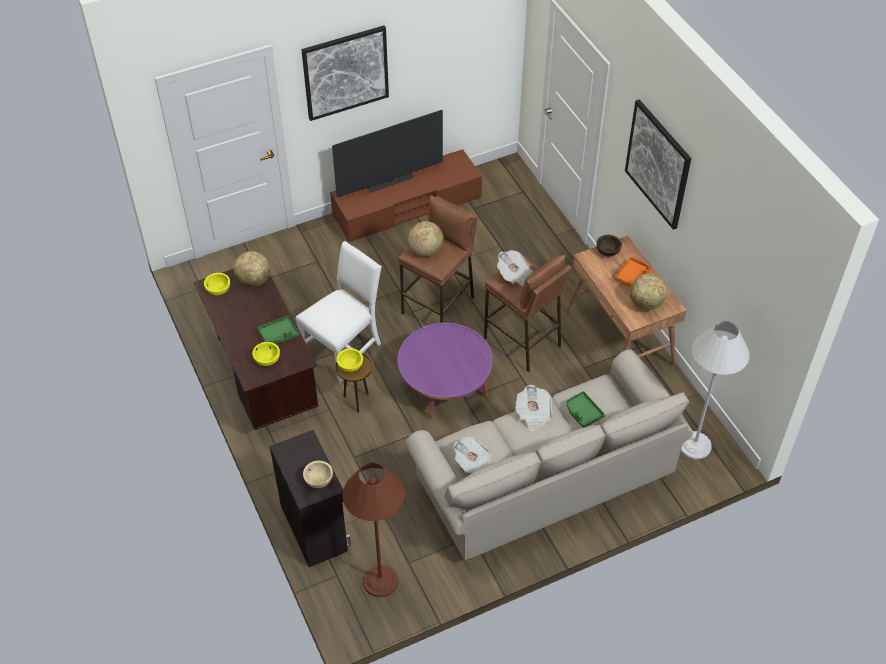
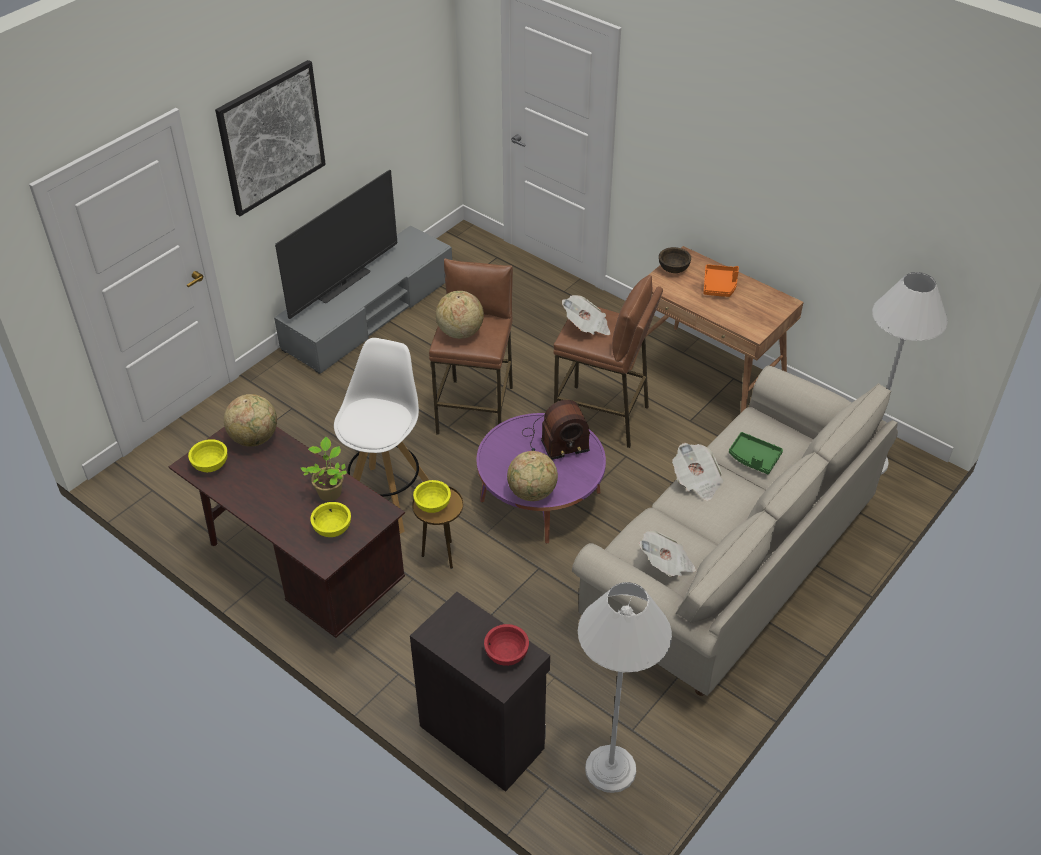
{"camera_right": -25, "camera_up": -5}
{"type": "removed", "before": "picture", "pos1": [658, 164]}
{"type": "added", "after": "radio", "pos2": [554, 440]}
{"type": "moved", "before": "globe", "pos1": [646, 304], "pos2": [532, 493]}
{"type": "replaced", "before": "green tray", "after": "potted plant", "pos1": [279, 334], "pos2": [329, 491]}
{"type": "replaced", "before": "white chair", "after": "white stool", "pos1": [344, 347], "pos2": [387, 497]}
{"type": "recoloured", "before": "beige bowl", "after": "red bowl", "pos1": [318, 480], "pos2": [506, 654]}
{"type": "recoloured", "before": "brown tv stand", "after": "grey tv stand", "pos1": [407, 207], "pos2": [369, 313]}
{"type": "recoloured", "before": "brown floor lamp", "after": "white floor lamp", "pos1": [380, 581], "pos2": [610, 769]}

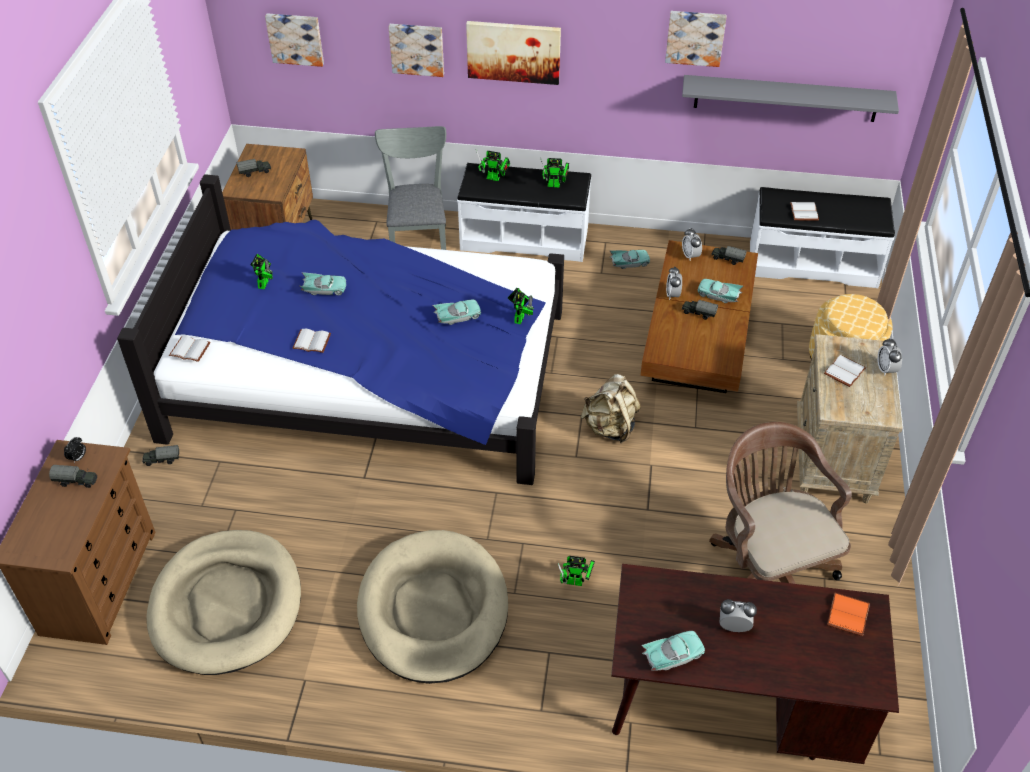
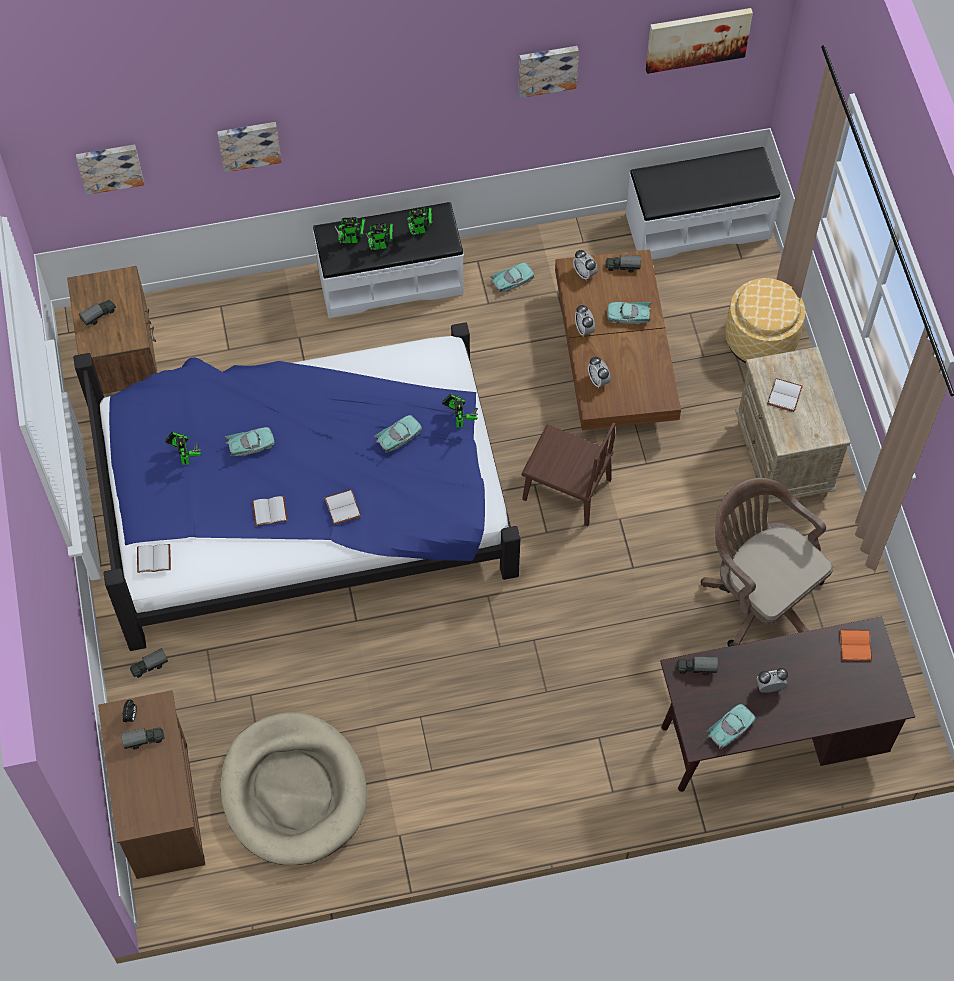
{"camera_right": -20, "camera_up": 15}
{"type": "removed", "before": "beige dog bed", "pos1": [433, 610]}
{"type": "removed", "before": "grey chair", "pos1": [418, 243]}
{"type": "removed", "before": "grey shelf", "pos1": [786, 98]}
{"type": "moved", "before": "picture", "pos1": [513, 51], "pos2": [697, 38]}
{"type": "moved", "before": "toy robot", "pos1": [577, 582], "pos2": [382, 246]}
{"type": "moved", "before": "toy truck", "pos1": [698, 313], "pos2": [696, 668]}
{"type": "moved", "before": "white book", "pos1": [805, 212], "pos2": [344, 508]}
{"type": "moved", "before": "alarm clock", "pos1": [886, 369], "pos2": [598, 380]}
{"type": "replaced", "before": "beige backpack", "after": "brown chair", "pos1": [610, 427], "pos2": [566, 489]}

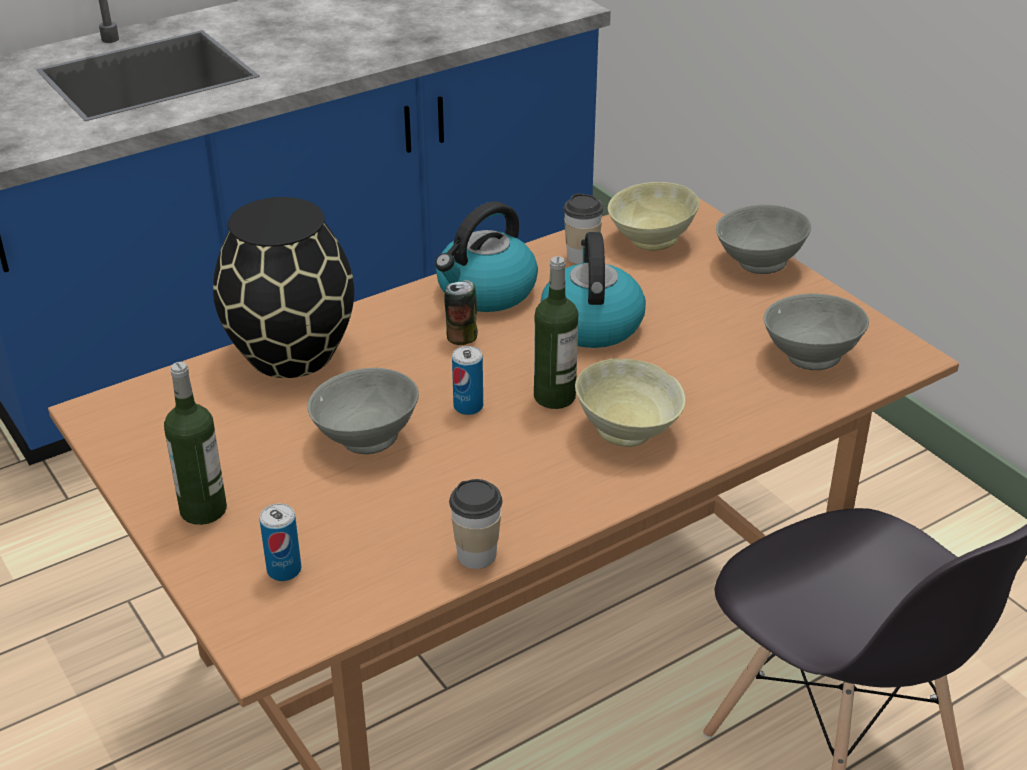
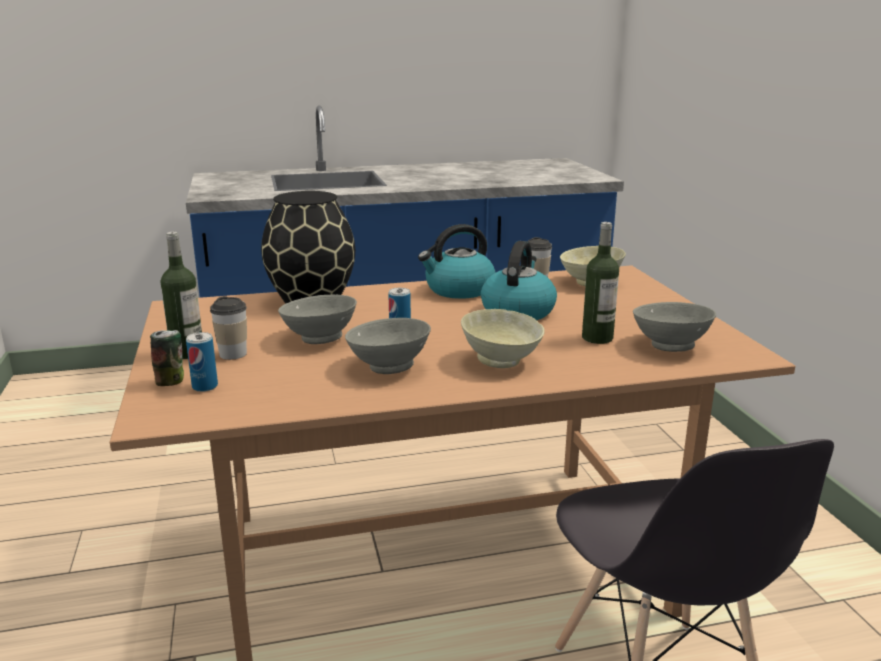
{"camera_right": 20, "camera_up": -15}
{"type": "moved", "before": "can", "pos1": [462, 337], "pos2": [171, 382]}
{"type": "moved", "before": "cup", "pos1": [476, 555], "pos2": [233, 354]}
{"type": "moved", "before": "bottle", "pos1": [554, 397], "pos2": [597, 338]}
{"type": "moved", "before": "grey bowl", "pos1": [758, 262], "pos2": [388, 366]}

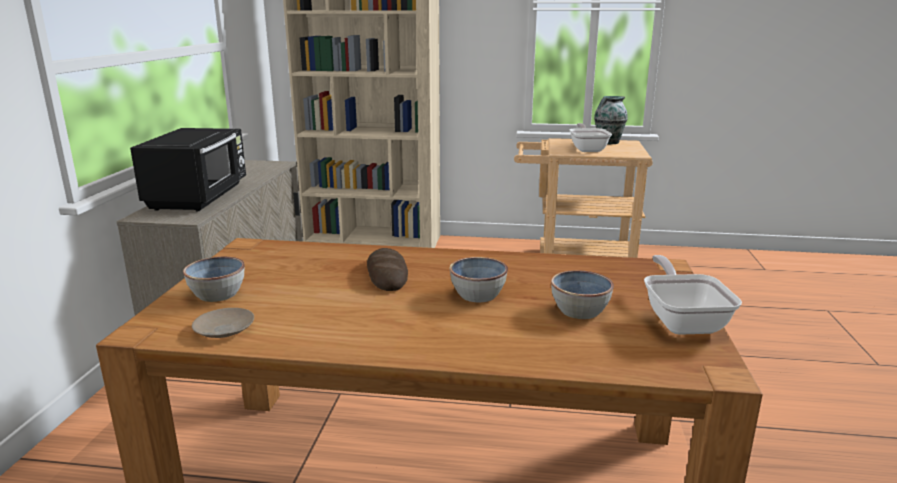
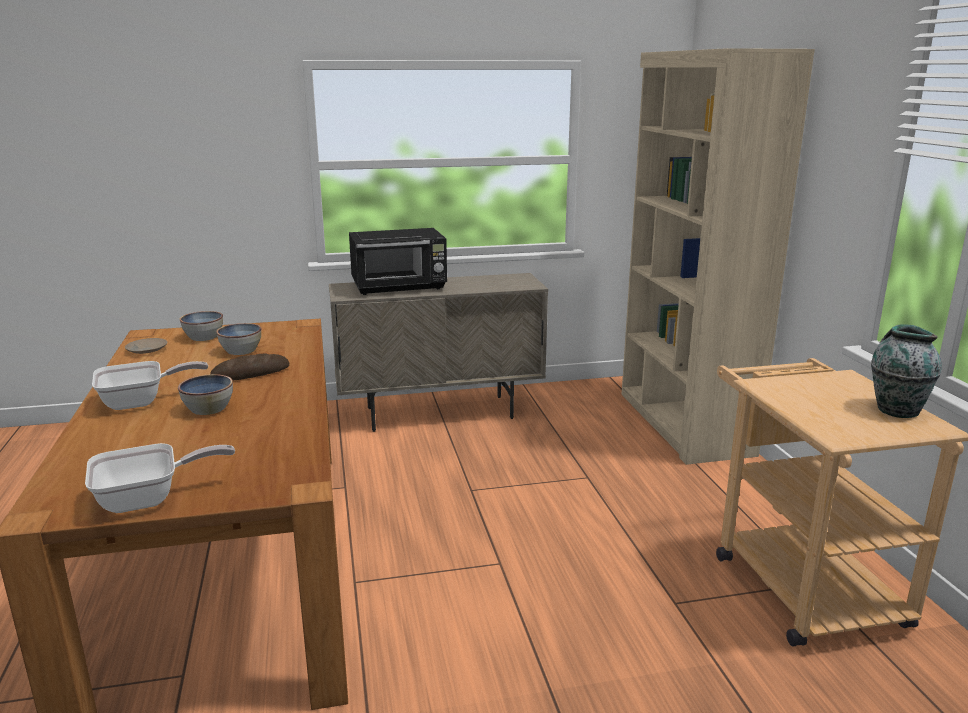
{"camera_right": 70, "camera_up": 0}
{"type": "moved", "before": "bowl", "pos1": [579, 311], "pos2": [241, 350]}
{"type": "moved", "before": "frying pan", "pos1": [587, 149], "pos2": [141, 402]}

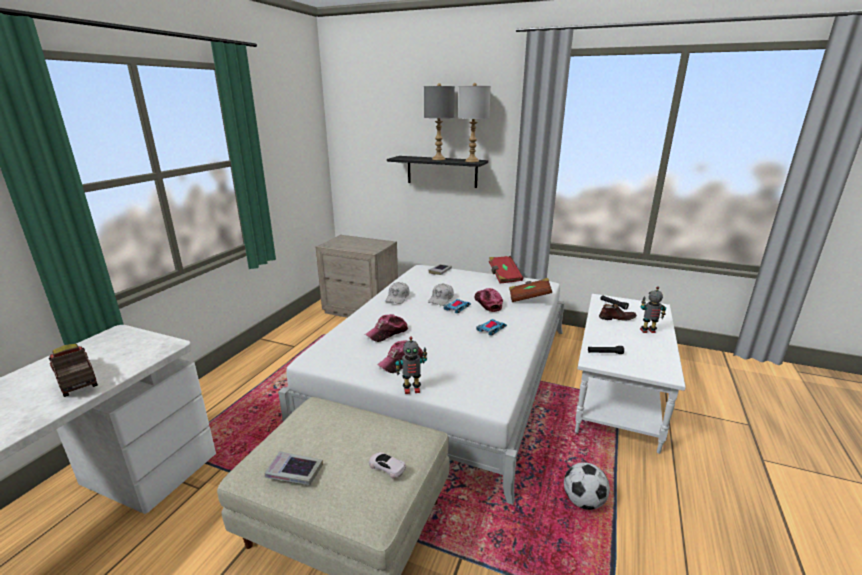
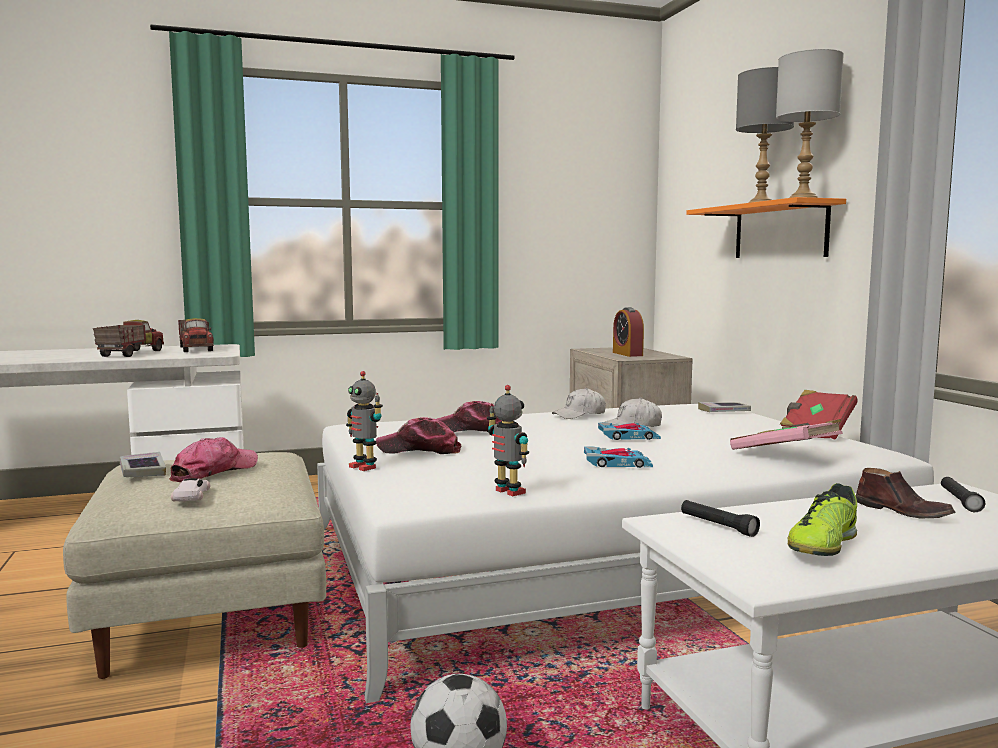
{"camera_right": 50, "camera_up": -15}
{"type": "added", "after": "toy truck", "pos2": [196, 349]}
{"type": "added", "after": "alarm clock", "pos2": [627, 354]}
{"type": "added", "after": "shoe", "pos2": [822, 546]}
{"type": "moved", "before": "cap", "pos1": [487, 303], "pos2": [214, 471]}
{"type": "moved", "before": "toy robot", "pos1": [648, 331], "pos2": [508, 492]}
{"type": "recoloured", "before": "black shelf", "after": "orange shelf", "pos1": [442, 171], "pos2": [780, 231]}
{"type": "recoloured", "before": "brown book", "after": "pink book", "pos1": [529, 298], "pos2": [785, 455]}

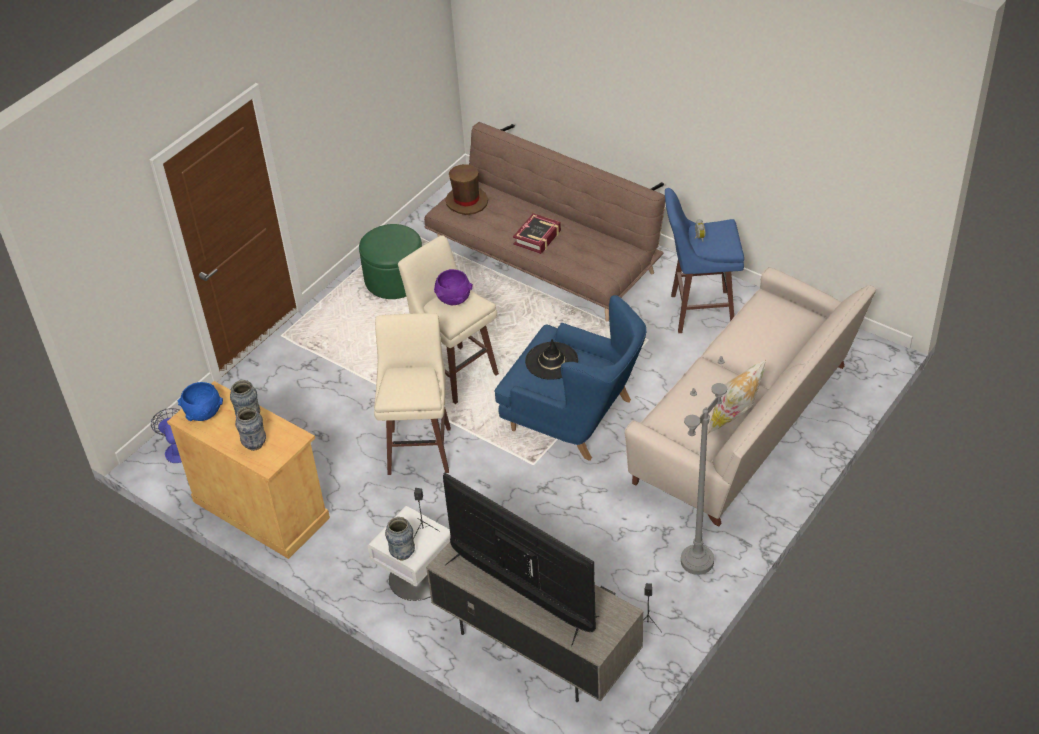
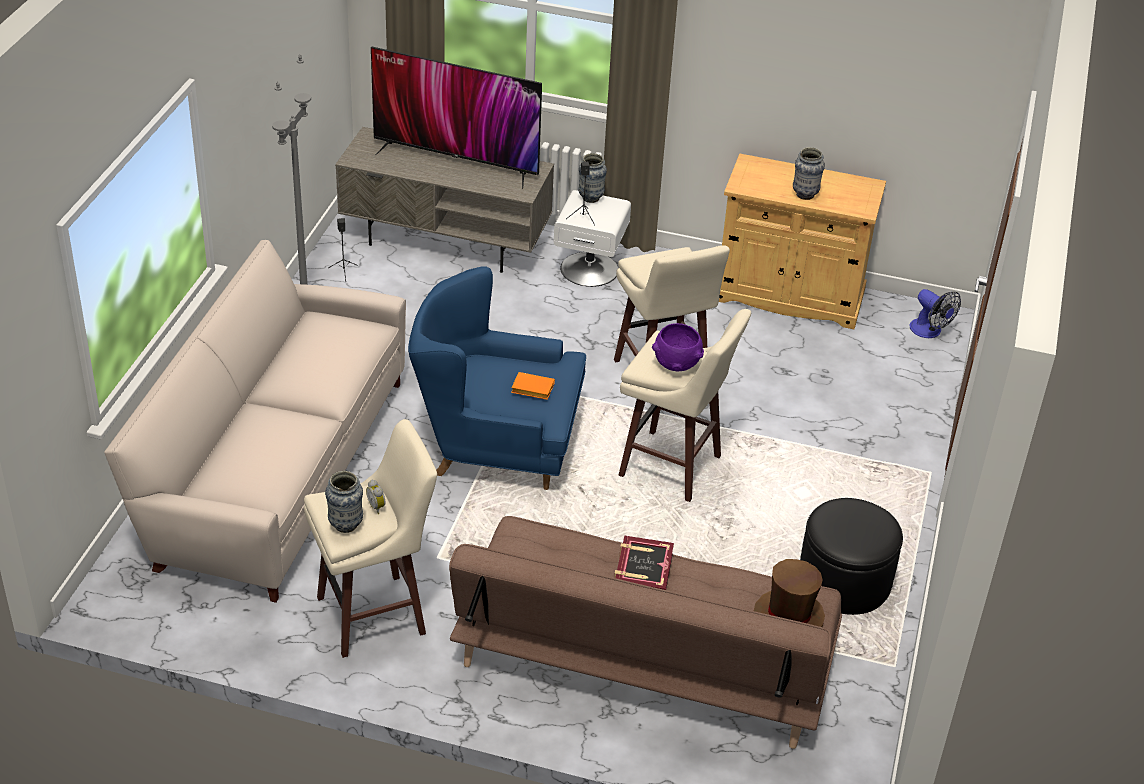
{"camera_right": 155, "camera_up": -5}
{"type": "removed", "before": "blue bowl", "pos1": [204, 413]}
{"type": "removed", "before": "pillow", "pos1": [735, 417]}
{"type": "moved", "before": "vase", "pos1": [254, 444], "pos2": [346, 525]}
{"type": "replaced", "before": "black hat", "after": "orange book", "pos1": [551, 361], "pos2": [531, 389]}
{"type": "recoloured", "before": "green ottoman", "after": "black ottoman", "pos1": [395, 279], "pos2": [844, 581]}
{"type": "recoloured", "before": "blue stool", "after": "beige stool", "pos1": [700, 311], "pos2": [375, 615]}

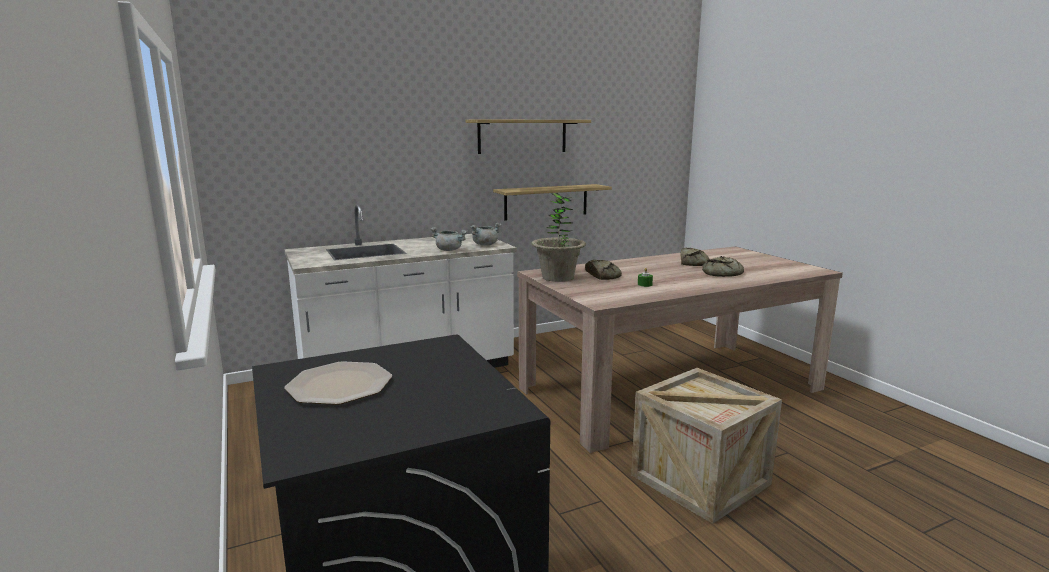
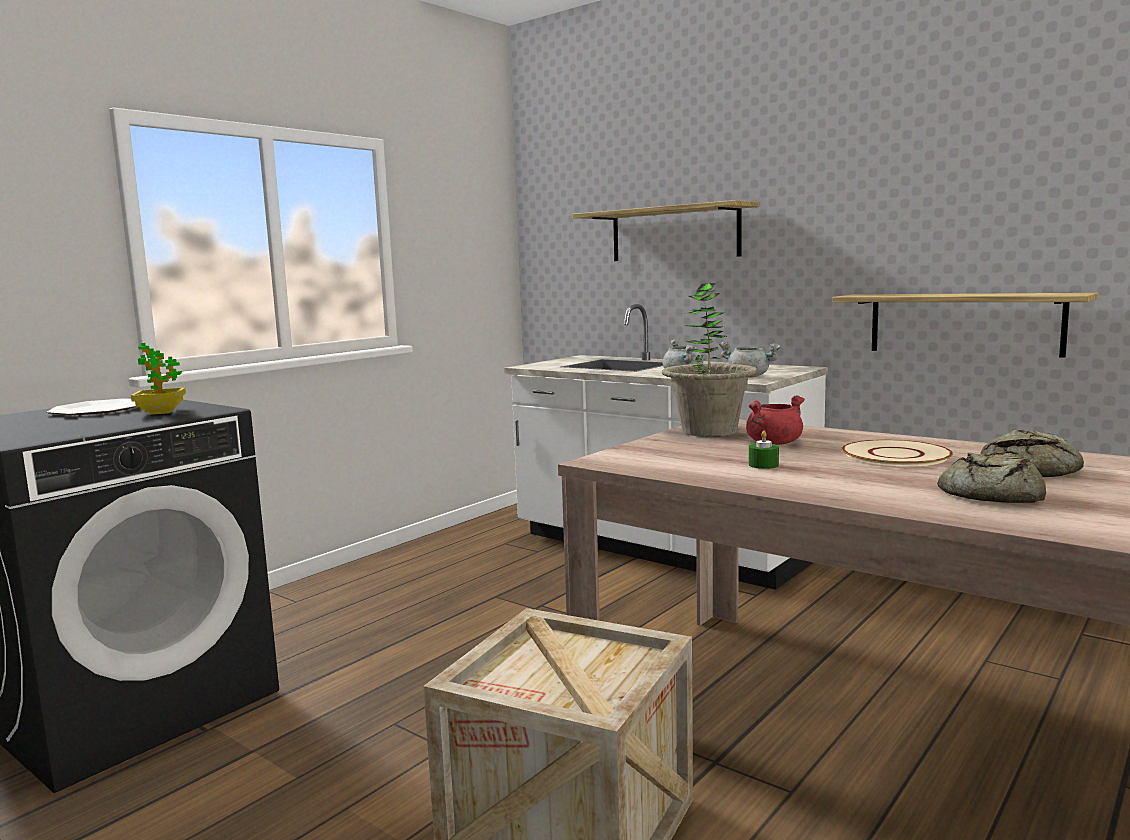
{"camera_right": 65, "camera_up": -5}
{"type": "added", "after": "potted plant", "pos2": [161, 412]}
{"type": "added", "after": "beige plate", "pos2": [896, 455]}
{"type": "moved", "before": "shelf", "pos1": [522, 136], "pos2": [674, 234]}
{"type": "replaced", "before": "bread", "after": "red cooking pot", "pos1": [602, 275], "pos2": [774, 443]}

